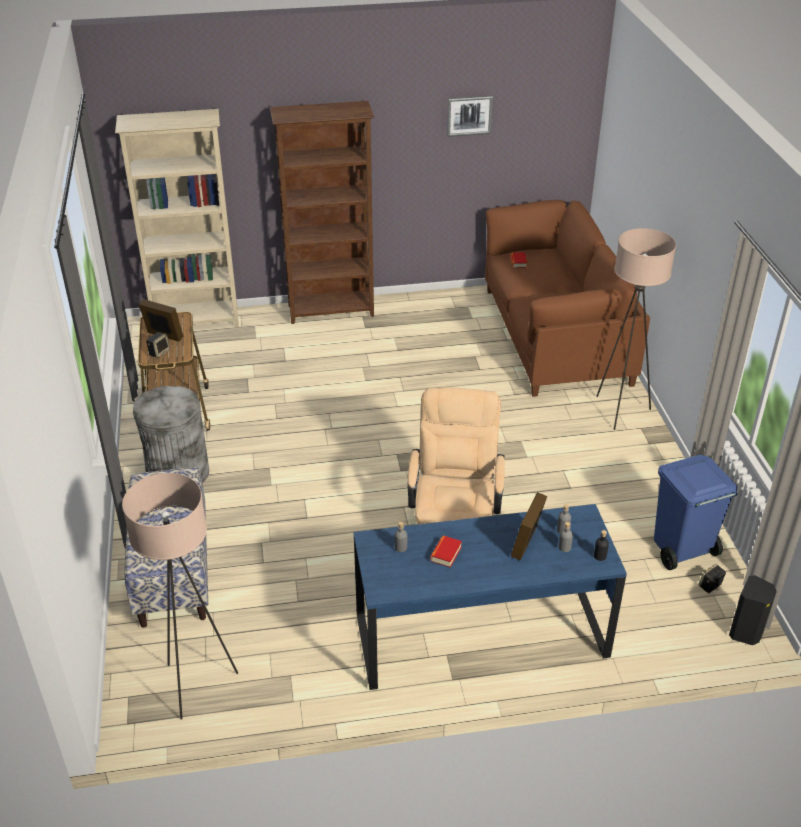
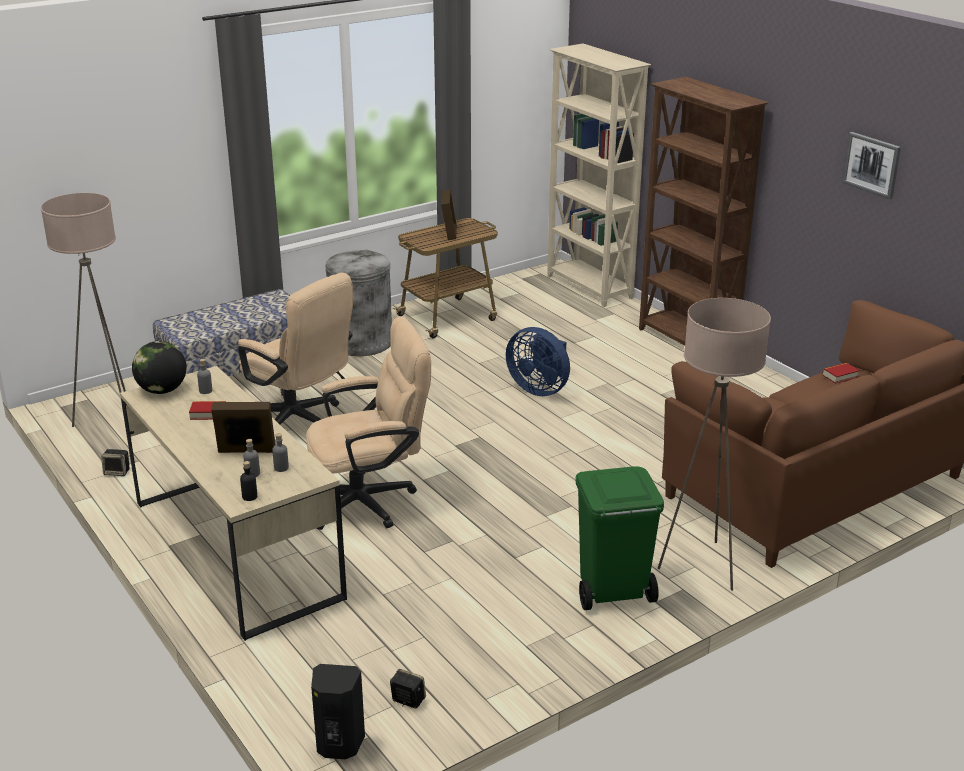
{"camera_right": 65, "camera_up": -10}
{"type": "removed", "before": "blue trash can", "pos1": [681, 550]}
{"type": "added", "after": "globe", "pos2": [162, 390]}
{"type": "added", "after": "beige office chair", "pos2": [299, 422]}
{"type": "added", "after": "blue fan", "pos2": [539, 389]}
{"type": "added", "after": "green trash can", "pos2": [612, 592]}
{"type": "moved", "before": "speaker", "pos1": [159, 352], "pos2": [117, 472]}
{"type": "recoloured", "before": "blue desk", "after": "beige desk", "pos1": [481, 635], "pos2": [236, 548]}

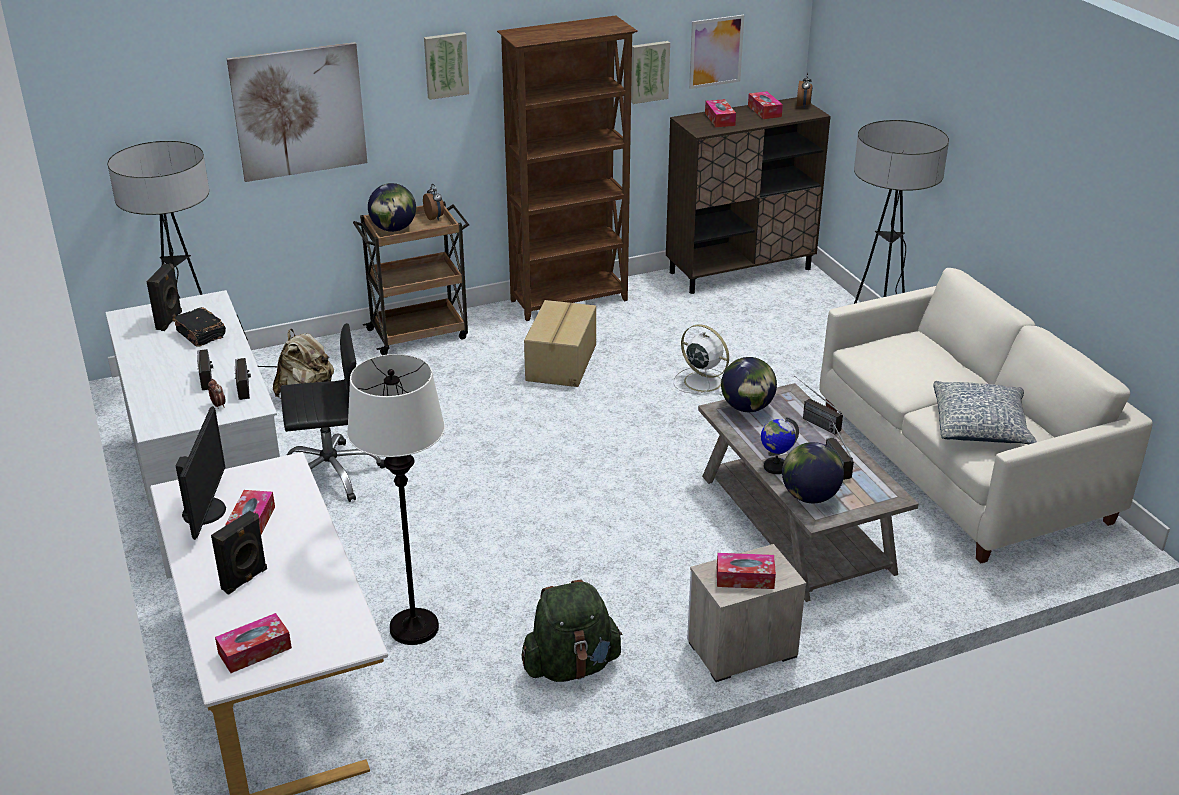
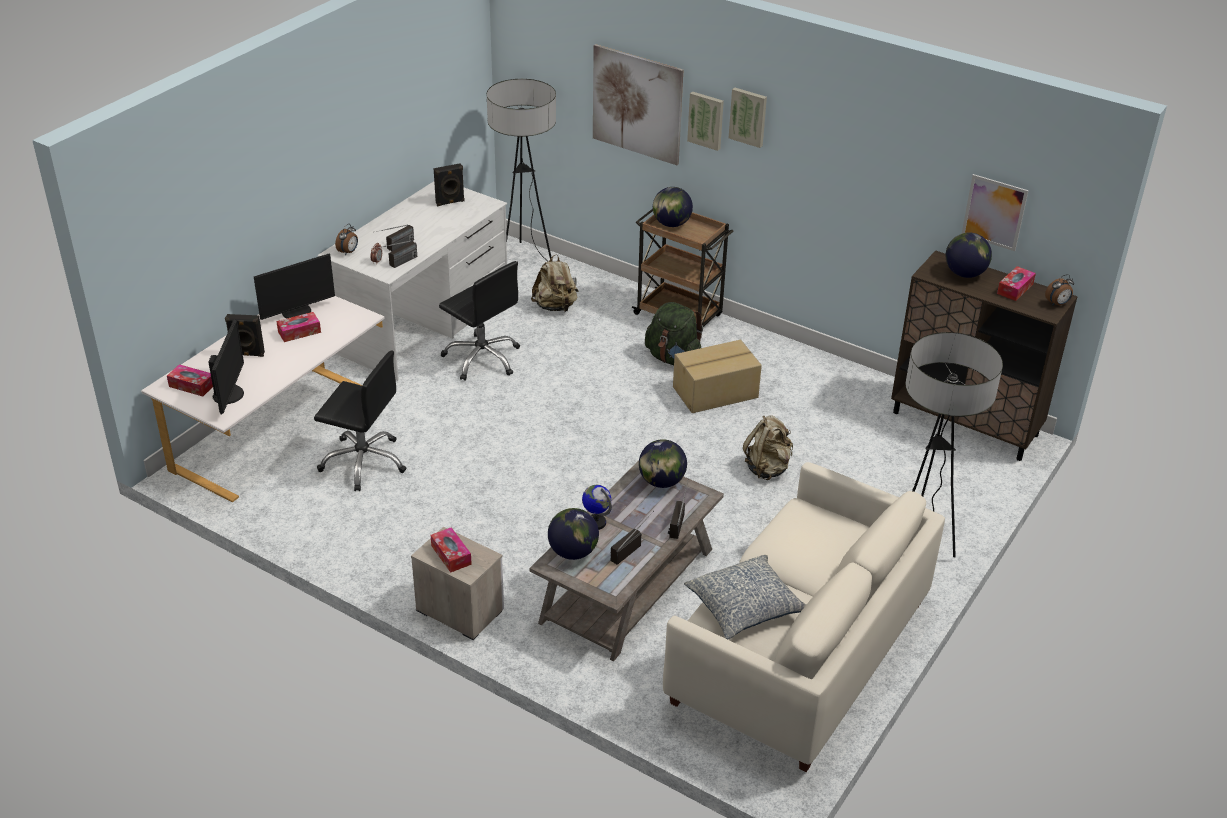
{"camera_right": 55, "camera_up": 5}
{"type": "removed", "before": "black book", "pos1": [201, 335]}
{"type": "removed", "before": "brown bookcase", "pos1": [570, 301]}
{"type": "added", "after": "monitor", "pos2": [229, 394]}
{"type": "moved", "before": "alarm clock", "pos1": [435, 218], "pos2": [348, 252]}
{"type": "moved", "before": "green backpack", "pos1": [571, 666], "pos2": [673, 358]}
{"type": "moved", "before": "picture", "pos1": [649, 71], "pos2": [706, 120]}
{"type": "replaced", "before": "white floor lamp", "after": "black office chair", "pos1": [414, 628], "pos2": [364, 462]}
{"type": "replaced", "before": "white fan", "after": "beige backpack", "pos1": [701, 381], "pos2": [767, 468]}
{"type": "replaced", "before": "tissue box", "after": "globe", "pos1": [719, 119], "pos2": [964, 274]}

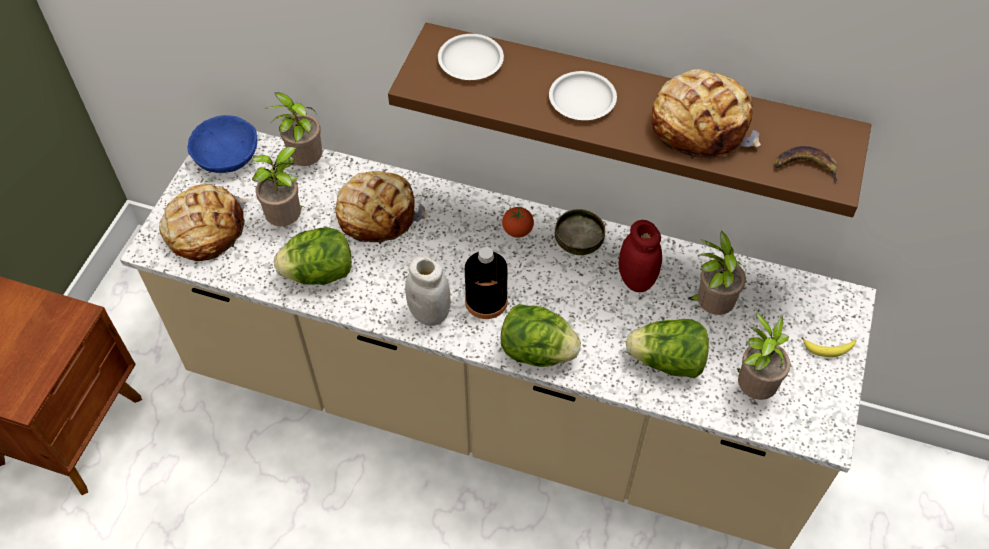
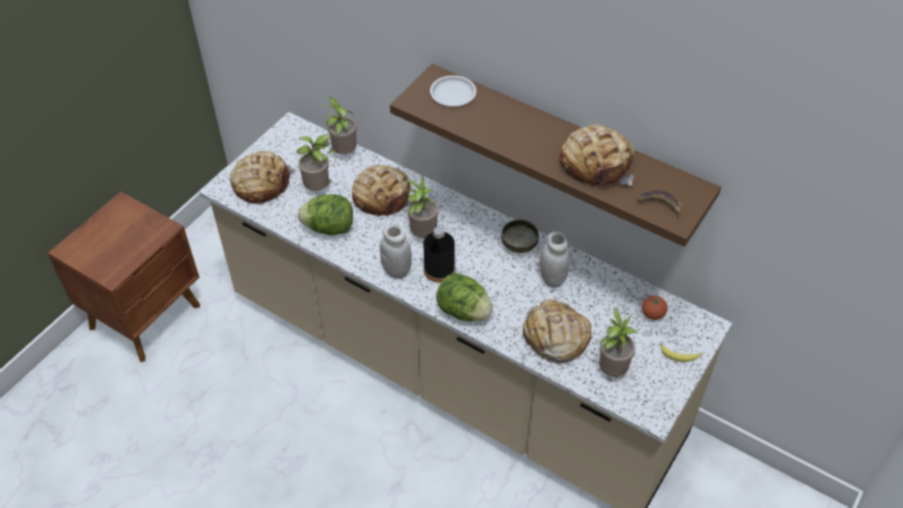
{"camera_right": 15, "camera_up": -5}
{"type": "removed", "before": "blue bowl", "pos1": [227, 156]}
{"type": "removed", "before": "white plate", "pos1": [582, 100]}
{"type": "moved", "before": "tomato", "pos1": [517, 231], "pos2": [652, 314]}
{"type": "moved", "before": "potted plant", "pos1": [710, 306], "pos2": [422, 234]}
{"type": "replaced", "before": "lettuce", "after": "bread", "pos1": [667, 361], "pos2": [555, 338]}
{"type": "recoloured", "before": "red jar", "after": "white jar", "pos1": [636, 280], "pos2": [552, 278]}

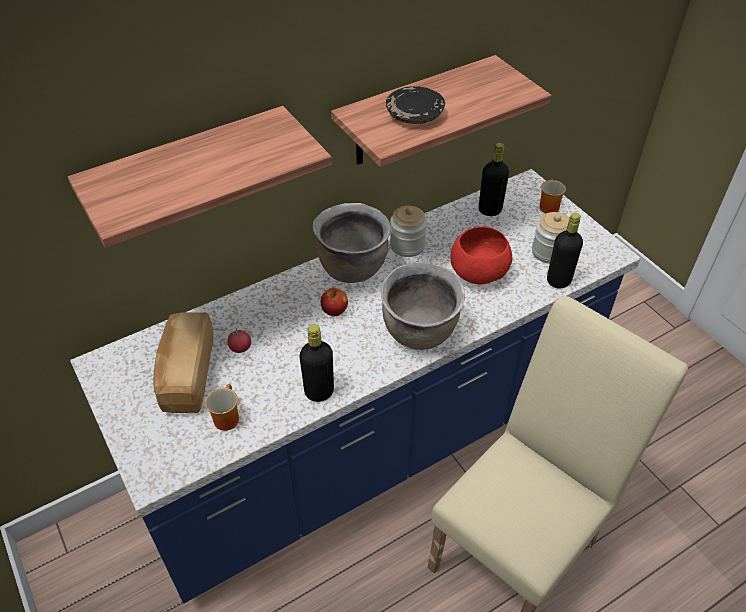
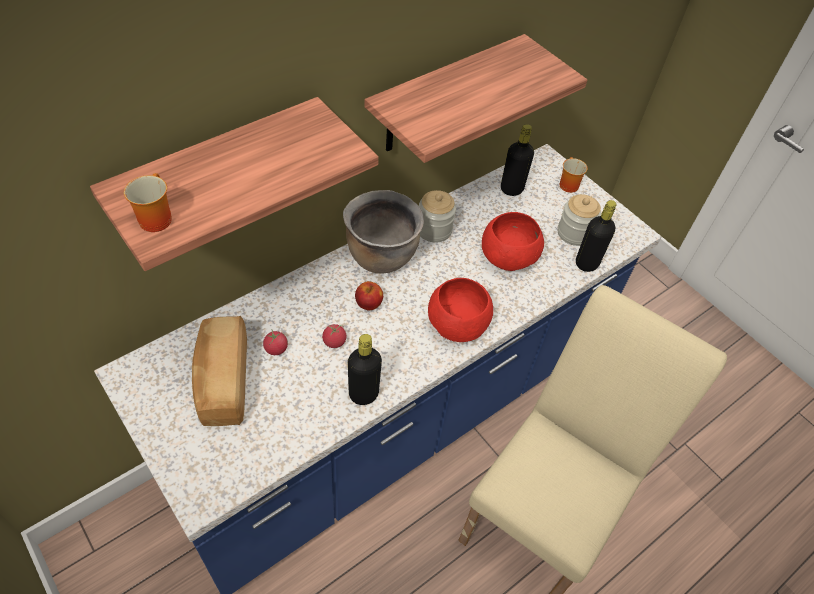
{"camera_right": -10, "camera_up": 5}
{"type": "removed", "before": "black plate", "pos1": [415, 115]}
{"type": "added", "after": "tomato", "pos2": [334, 341]}
{"type": "moved", "before": "mug", "pos1": [225, 417], "pos2": [154, 217]}
{"type": "replaced", "before": "brown cooking pot", "after": "red bowl", "pos1": [420, 332], "pos2": [458, 324]}

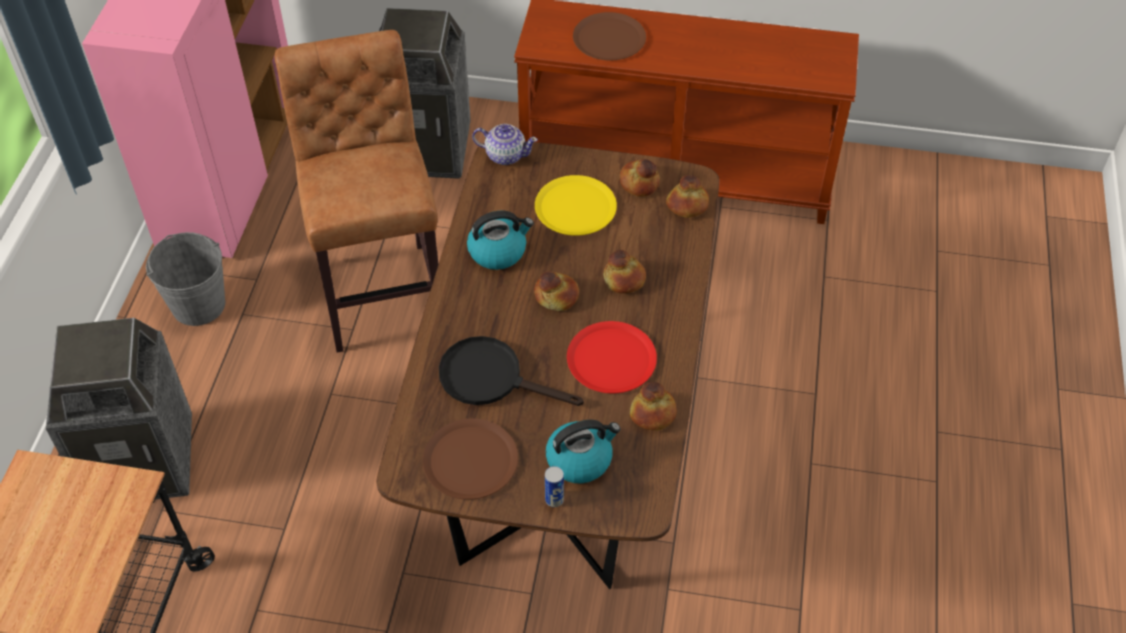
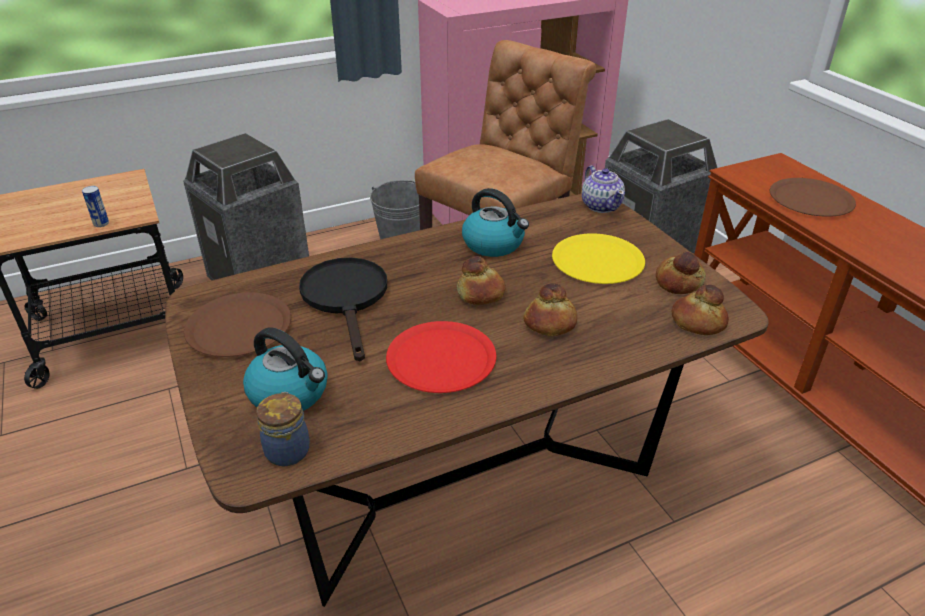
{"camera_right": 55, "camera_up": -15}
{"type": "removed", "before": "bread", "pos1": [652, 413]}
{"type": "added", "after": "jar", "pos2": [288, 450]}
{"type": "moved", "before": "can", "pos1": [554, 499], "pos2": [101, 224]}

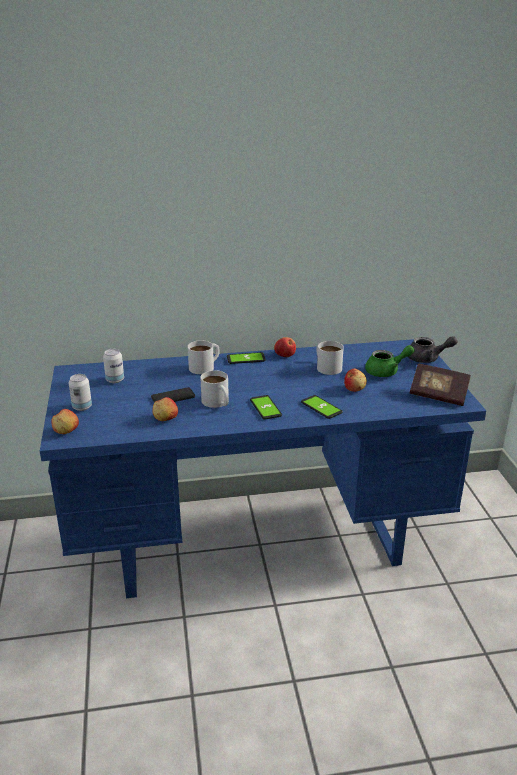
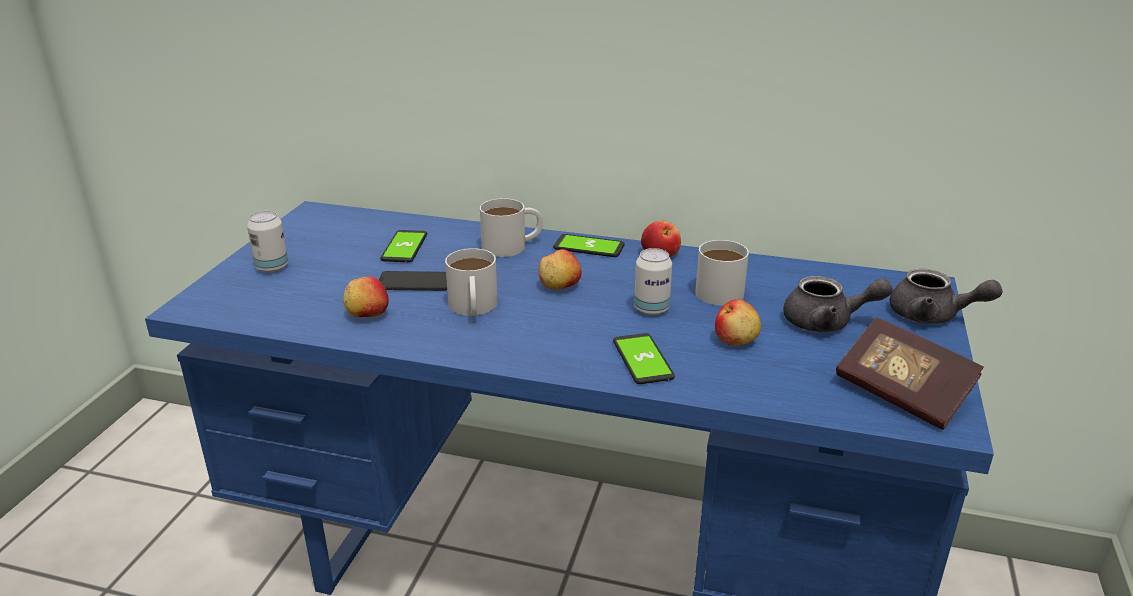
{"camera_right": 25, "camera_up": 0}
{"type": "moved", "before": "apple", "pos1": [66, 431], "pos2": [559, 286]}
{"type": "moved", "before": "can", "pos1": [115, 380], "pos2": [651, 309]}
{"type": "moved", "before": "phone", "pos1": [265, 408], "pos2": [404, 247]}
{"type": "recoloured", "before": "green teapot", "after": "grey teapot", "pos1": [386, 371], "pos2": [827, 322]}

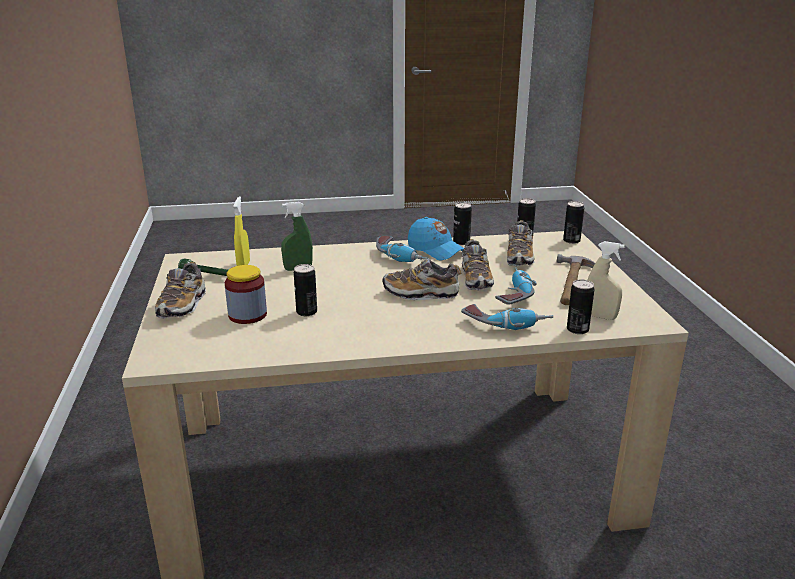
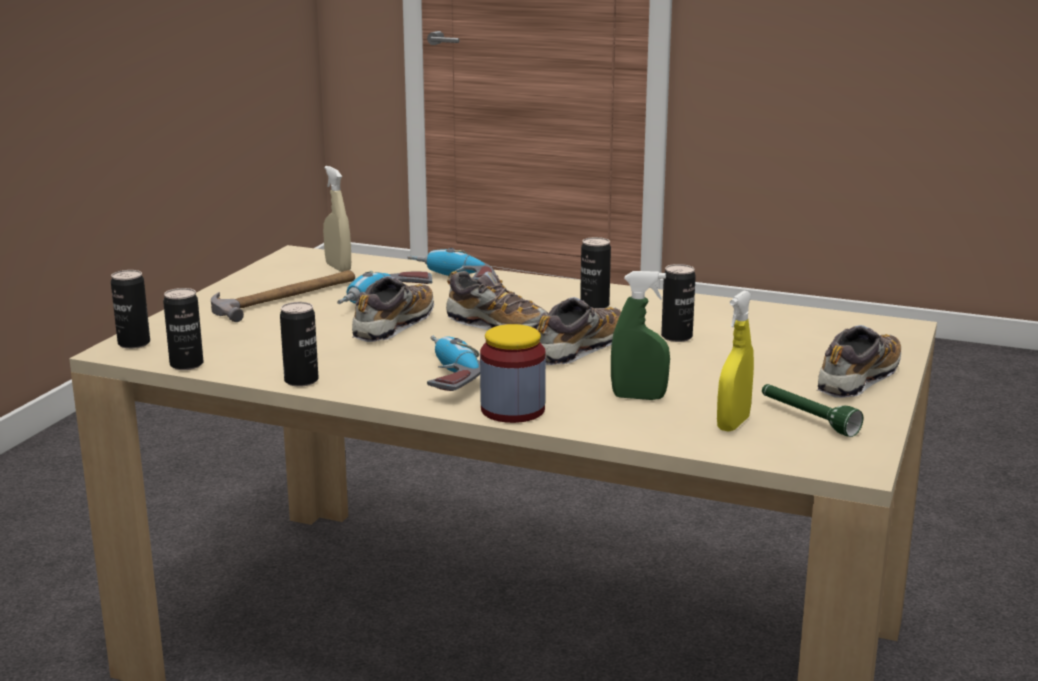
{"camera_right": -150, "camera_up": -5}
{"type": "removed", "before": "blue cap", "pos1": [435, 250]}
{"type": "moved", "before": "jar", "pos1": [247, 315], "pos2": [512, 410]}
{"type": "moved", "before": "shoe", "pos1": [519, 257], "pos2": [578, 350]}
{"type": "moved", "before": "can", "pos1": [577, 329], "pos2": [594, 306]}

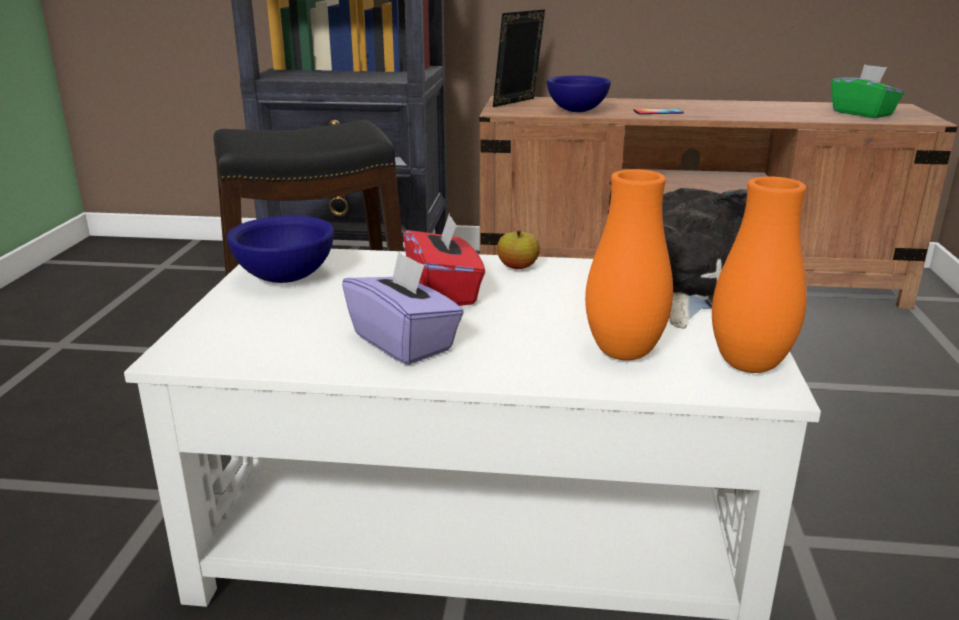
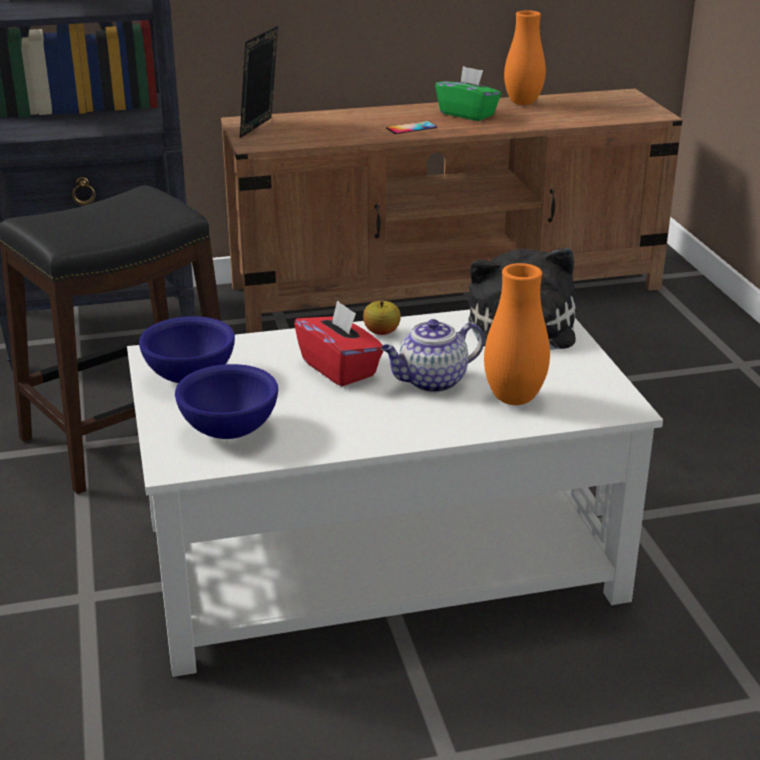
{"camera_right": -20, "camera_up": 5}
{"type": "removed", "before": "purple tissue box", "pos1": [404, 342]}
{"type": "added", "after": "teapot", "pos2": [431, 382]}
{"type": "moved", "before": "blue bowl", "pos1": [576, 111], "pos2": [227, 430]}
{"type": "moved", "before": "orange vase", "pos1": [749, 365], "pos2": [523, 103]}
{"type": "moved", "before": "green tissue box", "pos1": [862, 113], "pos2": [467, 114]}

